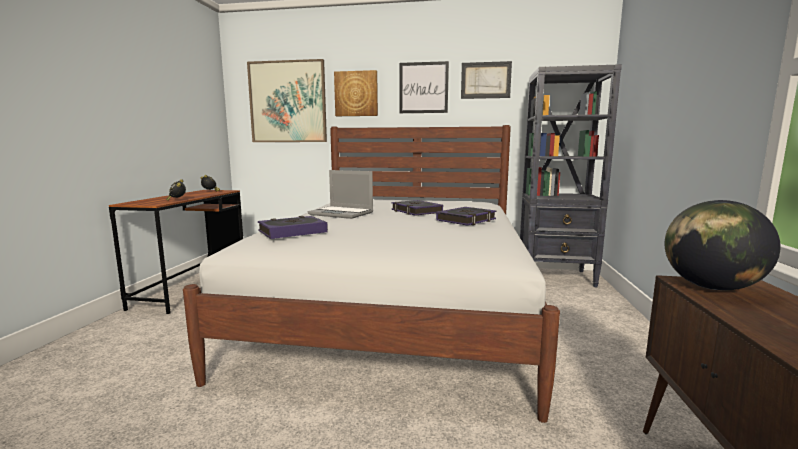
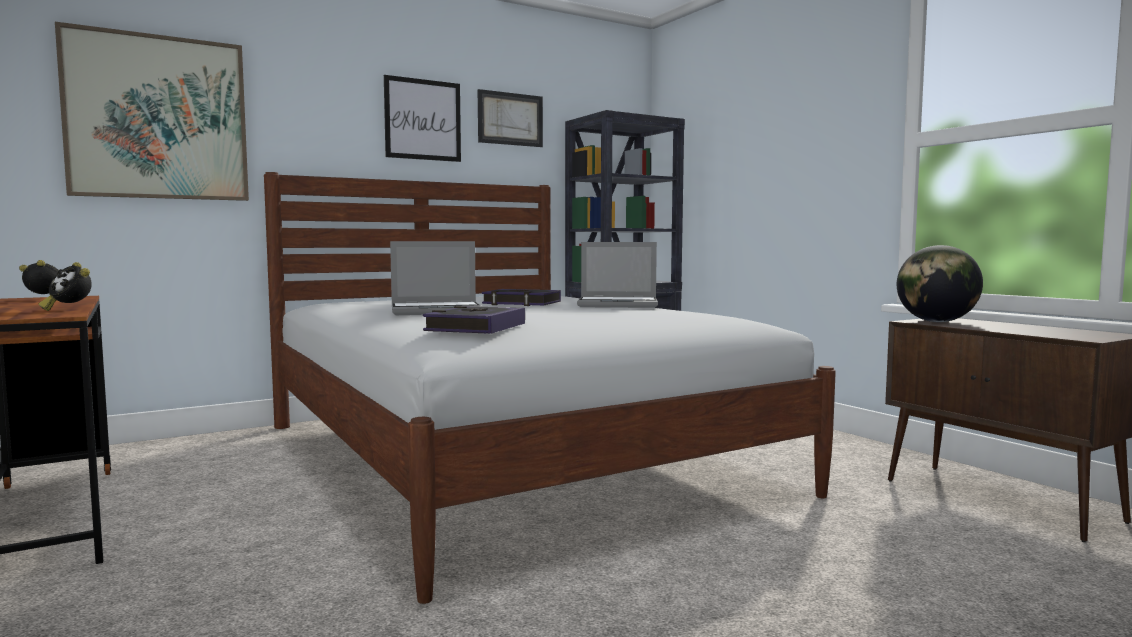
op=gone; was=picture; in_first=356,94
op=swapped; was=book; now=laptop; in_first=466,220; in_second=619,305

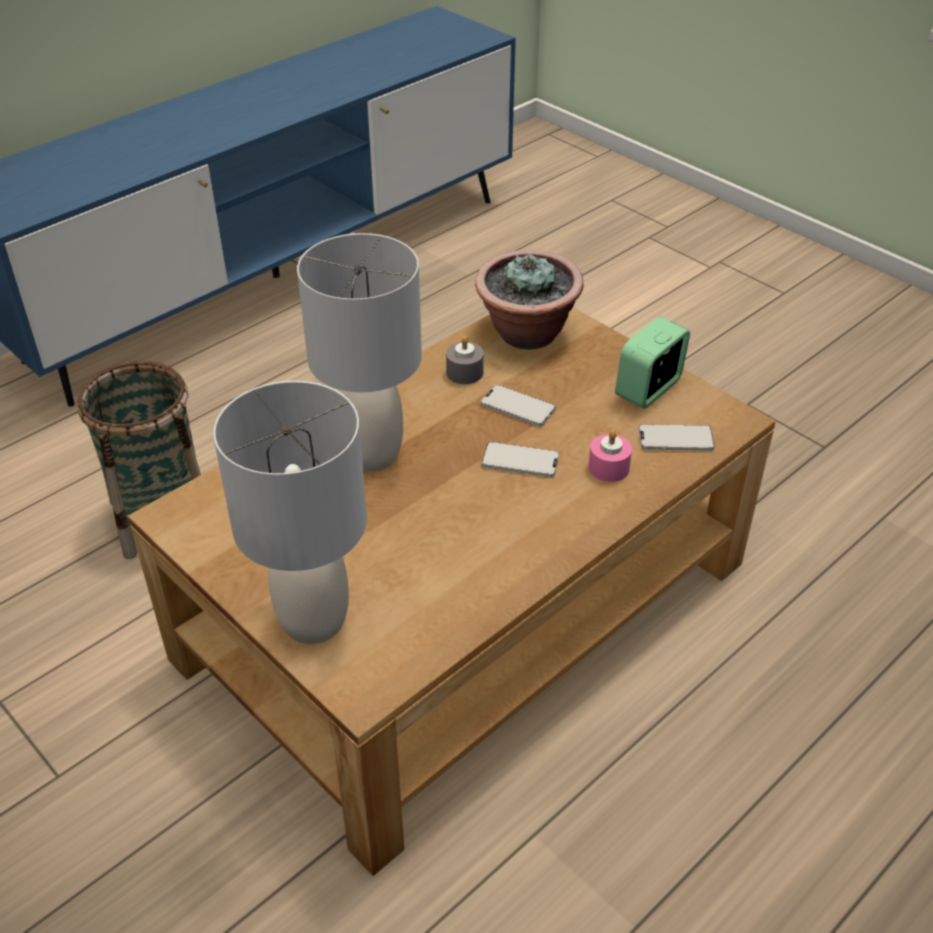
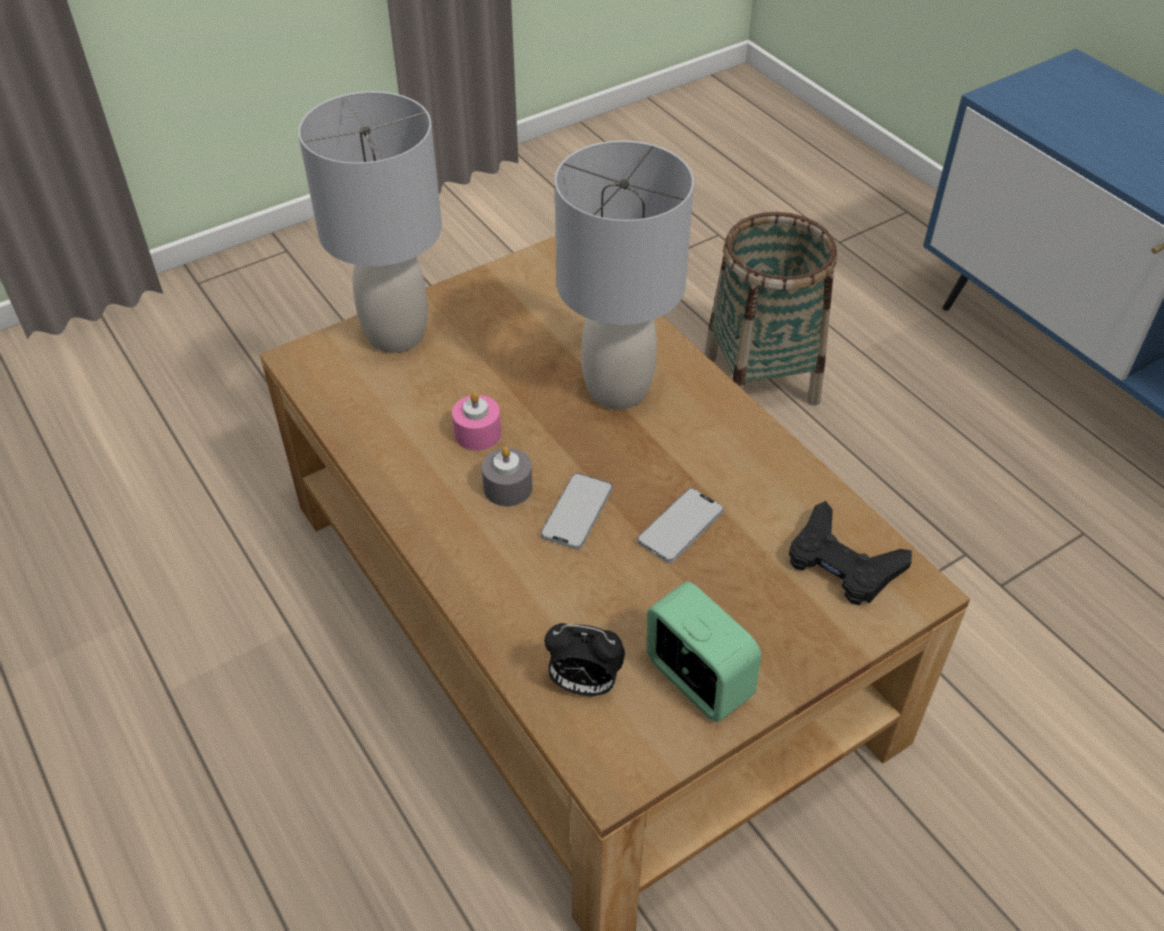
op=swapped; was=potted plant; now=game controller (black); in_first=527,334; in_second=842,563
op=shifted; was=candle (grey); in_first=464,372; in_second=508,487
op=swapped; was=phone; now=alarm clock; in_first=676,439; in_second=583,684
op=shifted; was=candle (pink); in_first=608,467; in_second=477,433

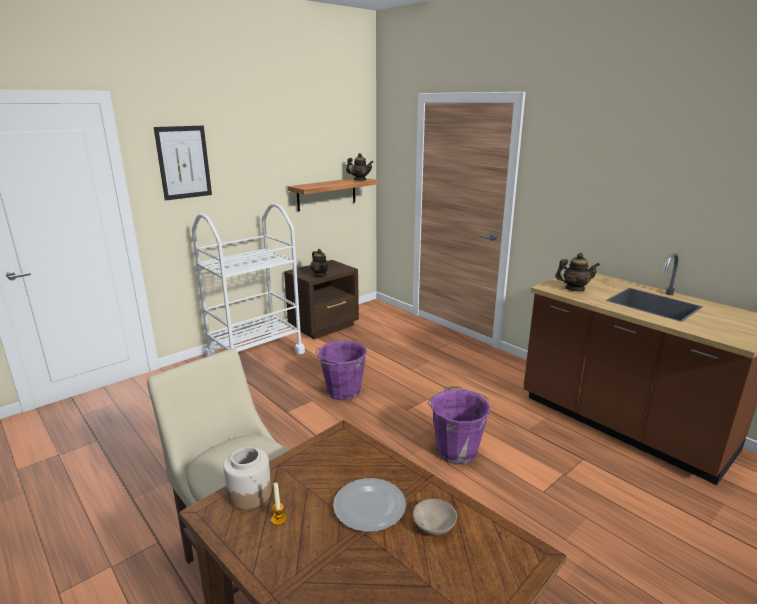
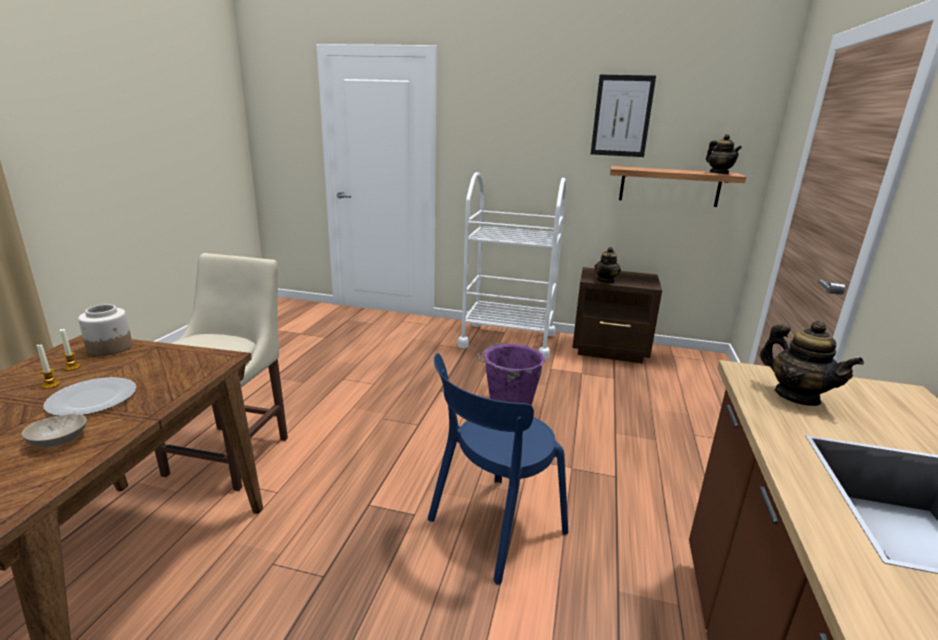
op=shifted; was=picture; in_first=184,162; in_second=622,116
op=swapped; was=bucket (purple); now=chair (blue); in_first=456,450; in_second=492,529
op=new; now=candle; in_second=51,385

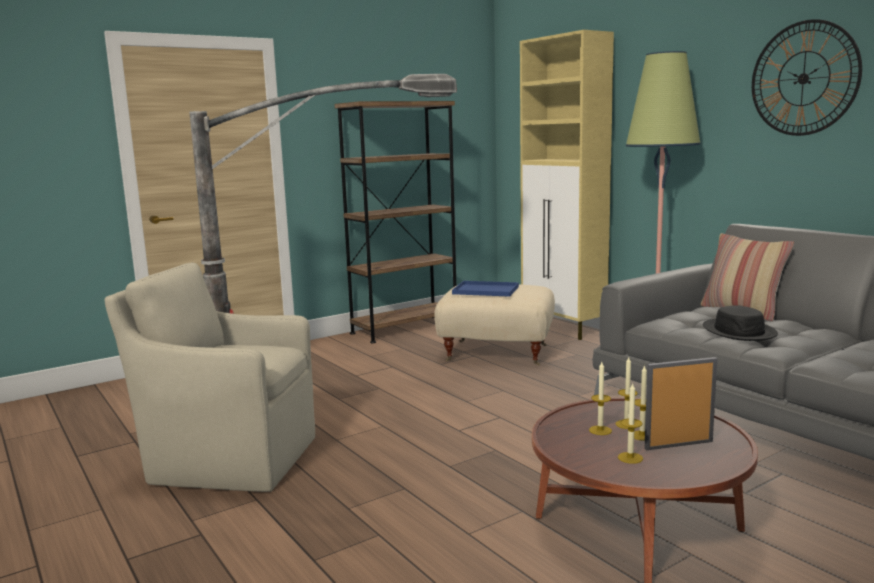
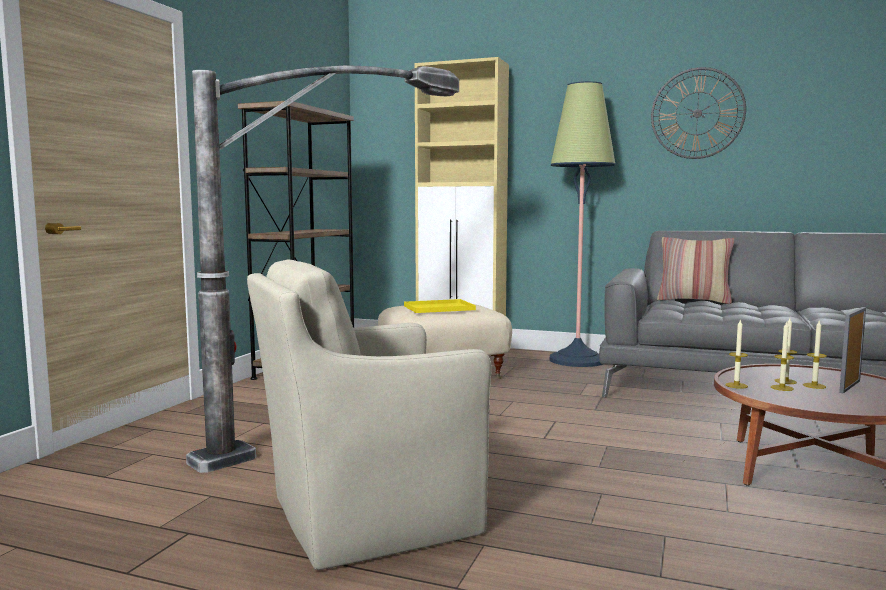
op=repainted; was=tray (blue); now=tray (yellow); in_first=487,290; in_second=440,307
op=gone; was=hat (black); in_first=739,331
op=shifted; was=candle; in_first=630,458; in_second=736,385

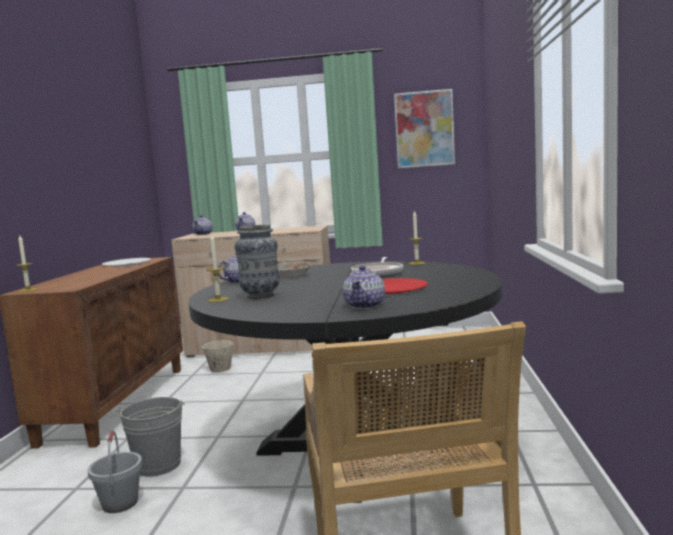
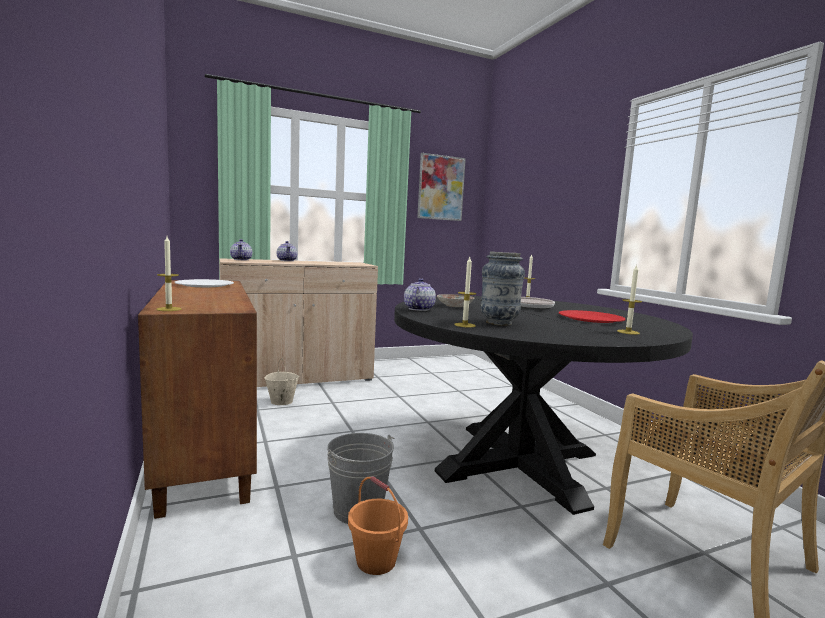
op=swapped; was=teapot; now=candle; in_first=365,305; in_second=628,332
op=repainted; was=bucket (grey); now=bucket (orange); in_first=119,503; in_second=375,561

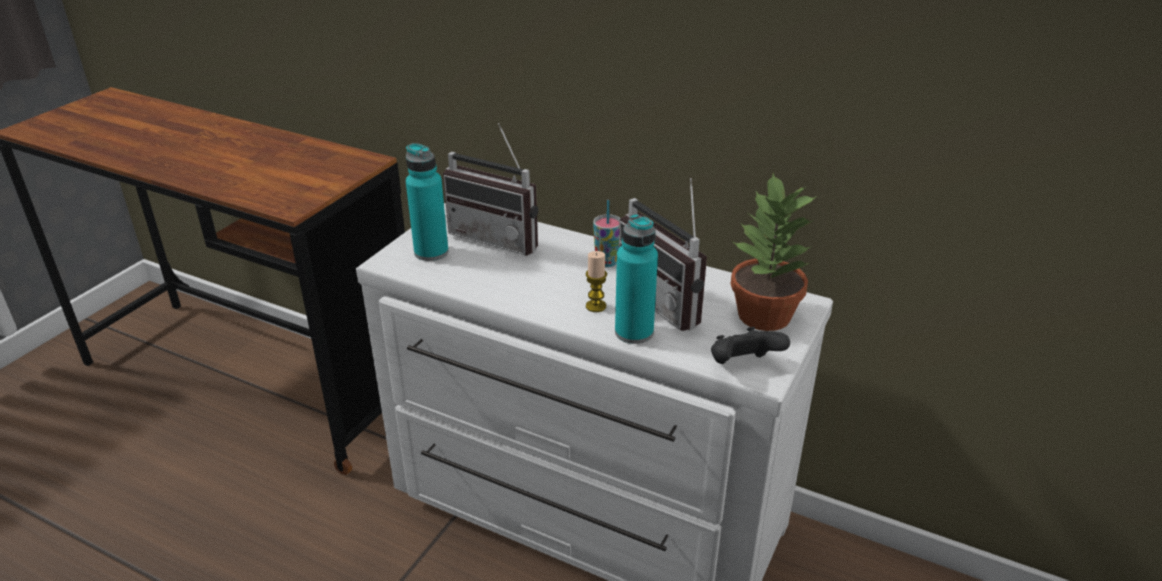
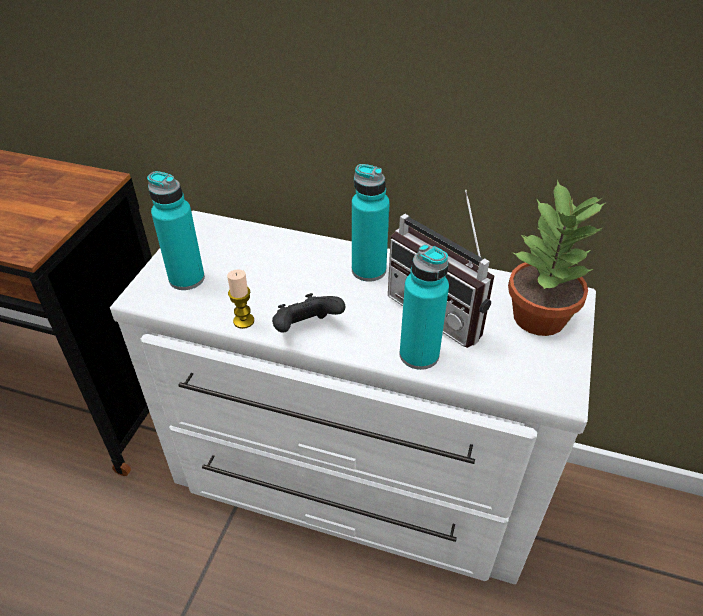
op=gone; was=radio; in_first=500,237
op=swapped; was=cup; now=bottle (turquoise); in_first=607,262; in_second=368,270
op=shifted; was=candle; in_first=596,306; in_second=243,321
op=shifted; was=game controller (black); in_first=743,366; in_second=306,329

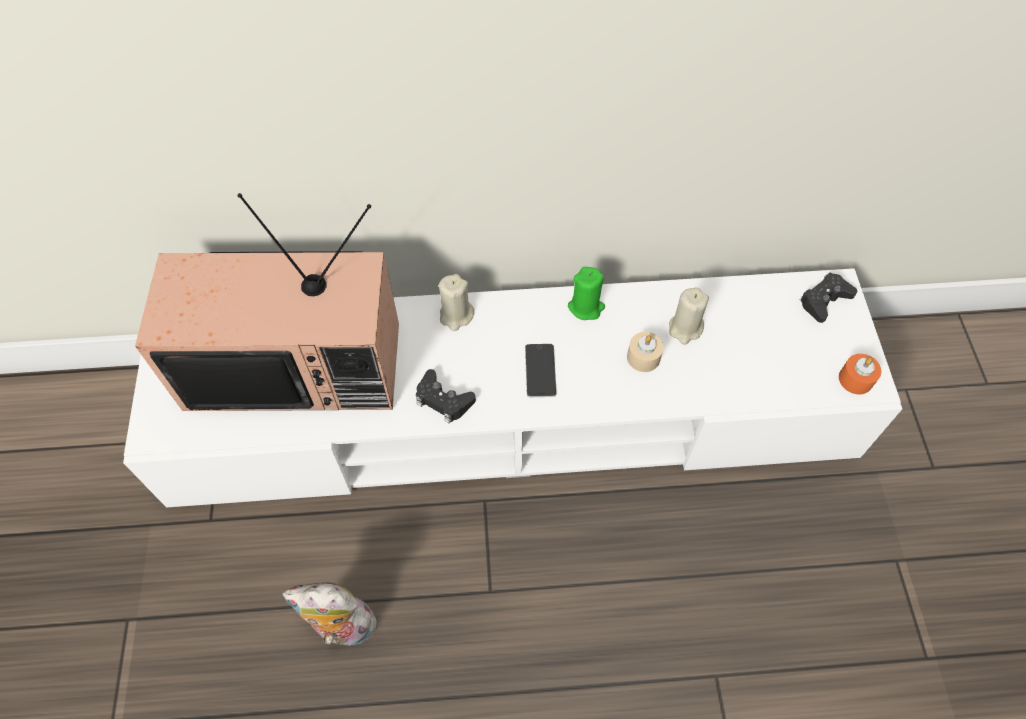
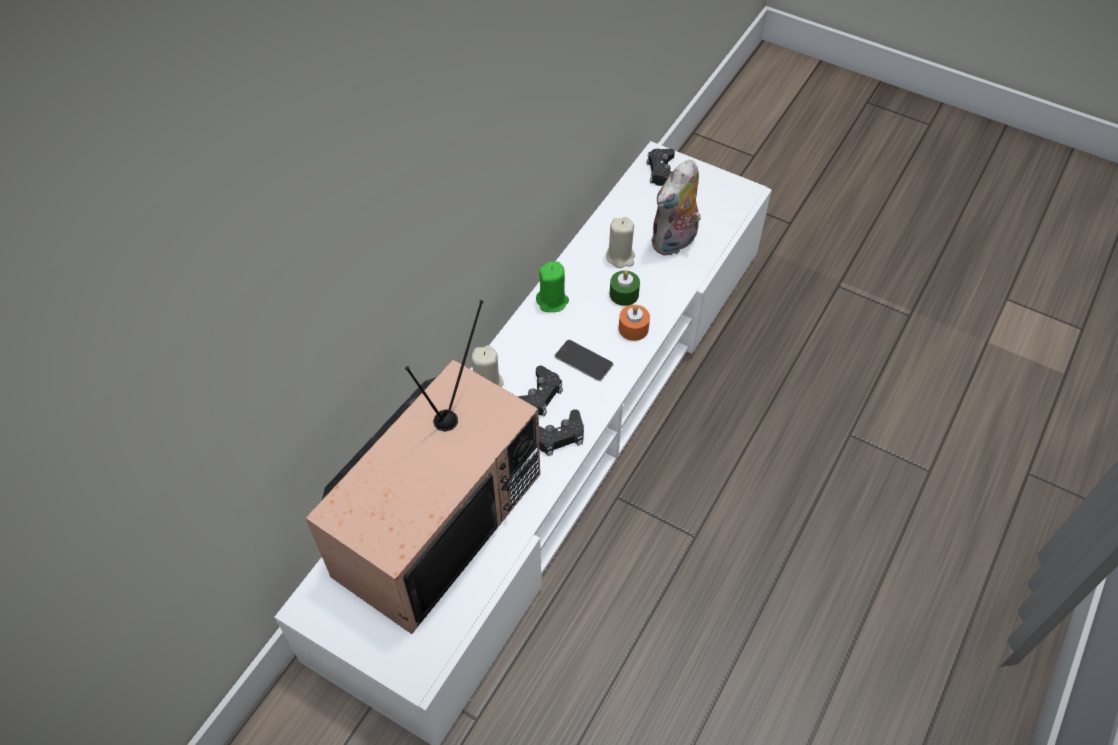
op=repainted; was=candle (beige); now=candle (green); in_first=643,357; in_second=624,294
op=shifted; was=candle (orange); in_first=855,379; in_second=633,328
op=shifted; was=plush toy; in_first=342,628; in_second=674,243
op=new; now=game controller (black); in_second=539,396

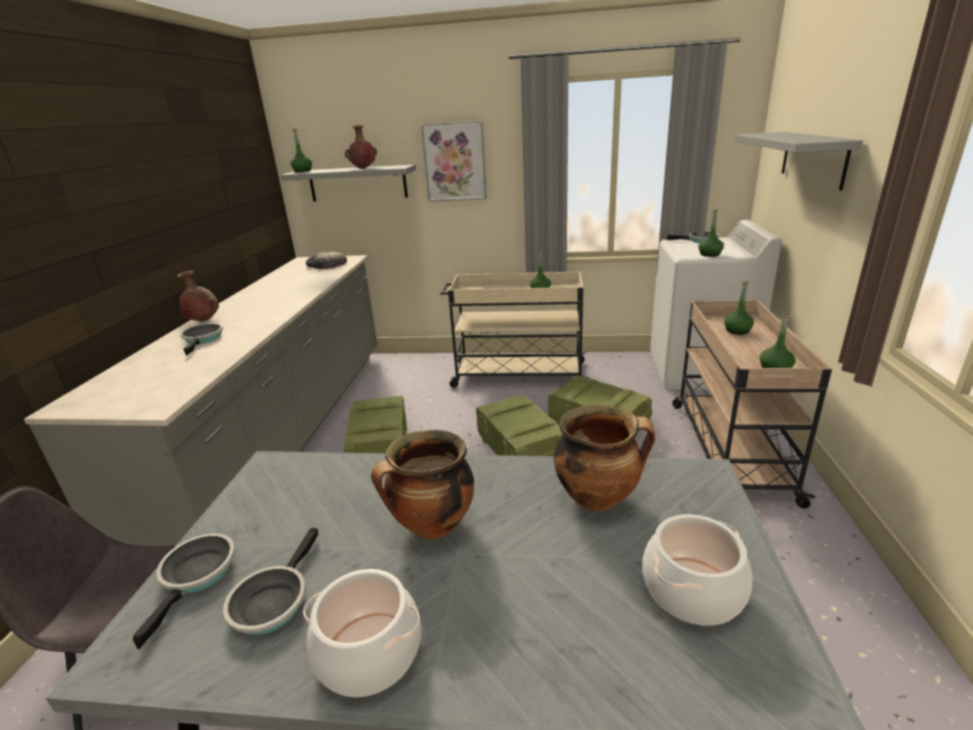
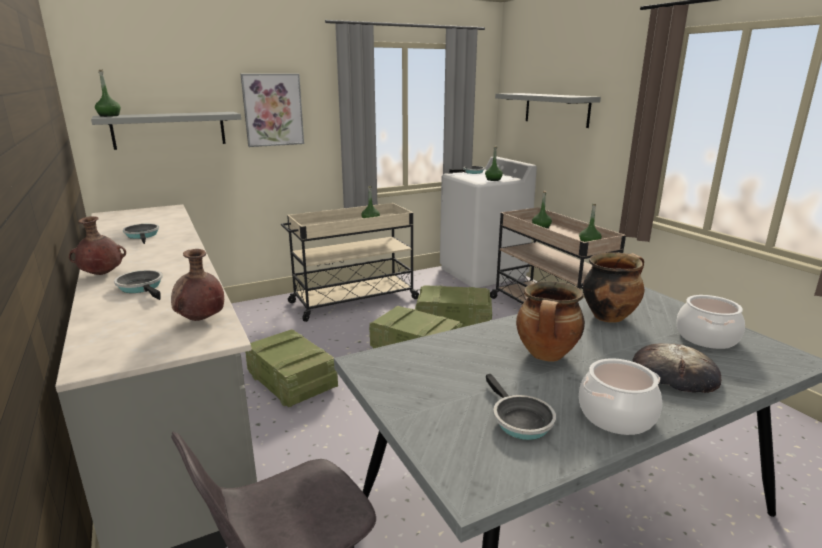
op=shifted; was=vase (brown); in_first=363,169; in_second=200,320
op=shifted; was=bread; in_first=327,264; in_second=674,374
op=shifted; was=frying pan; in_first=197,576; in_second=143,235

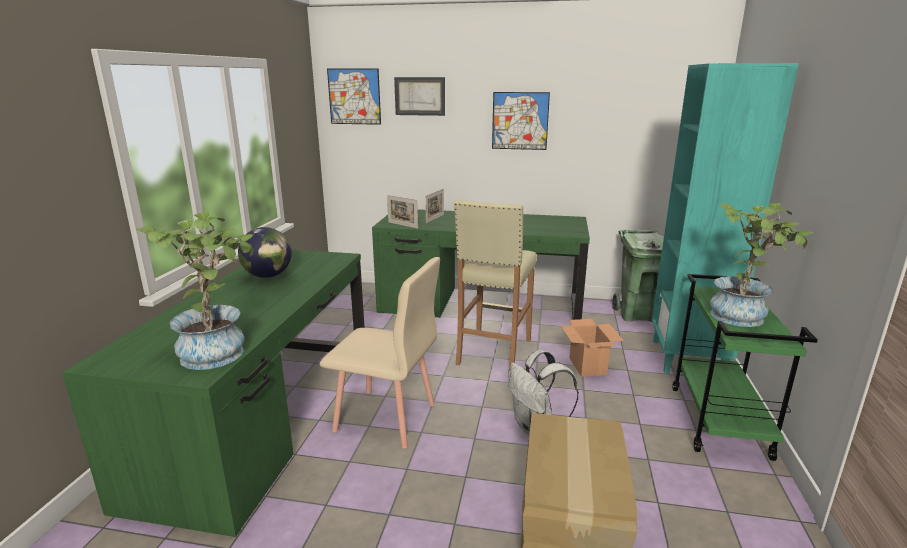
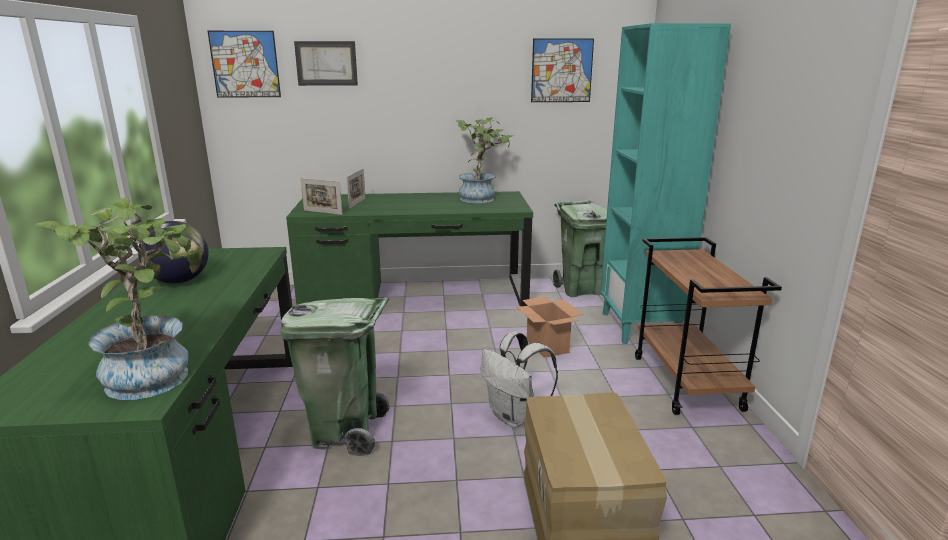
op=shifted; was=picture; in_first=520,121; in_second=561,70
op=gone; was=stool (beige); in_first=493,352
op=shifted; was=potted plant; in_first=743,315; in_second=482,198
op=swapped; was=chair (beige); now=trash can (green); in_first=386,418; in_second=346,432
op=repainted; was=cart (green); now=cart (brown); in_first=719,422; in_second=687,383

